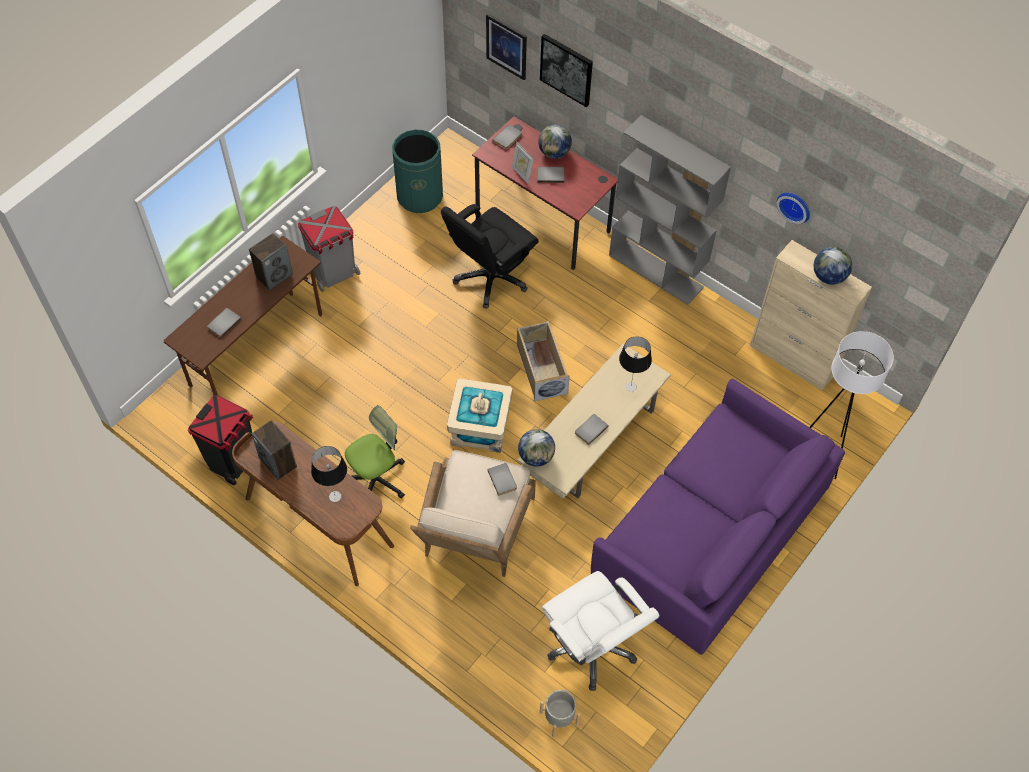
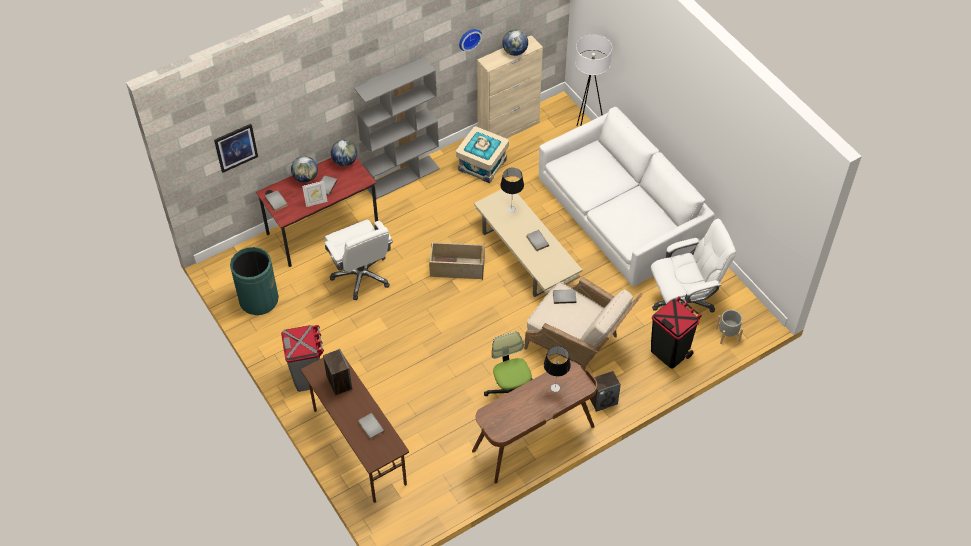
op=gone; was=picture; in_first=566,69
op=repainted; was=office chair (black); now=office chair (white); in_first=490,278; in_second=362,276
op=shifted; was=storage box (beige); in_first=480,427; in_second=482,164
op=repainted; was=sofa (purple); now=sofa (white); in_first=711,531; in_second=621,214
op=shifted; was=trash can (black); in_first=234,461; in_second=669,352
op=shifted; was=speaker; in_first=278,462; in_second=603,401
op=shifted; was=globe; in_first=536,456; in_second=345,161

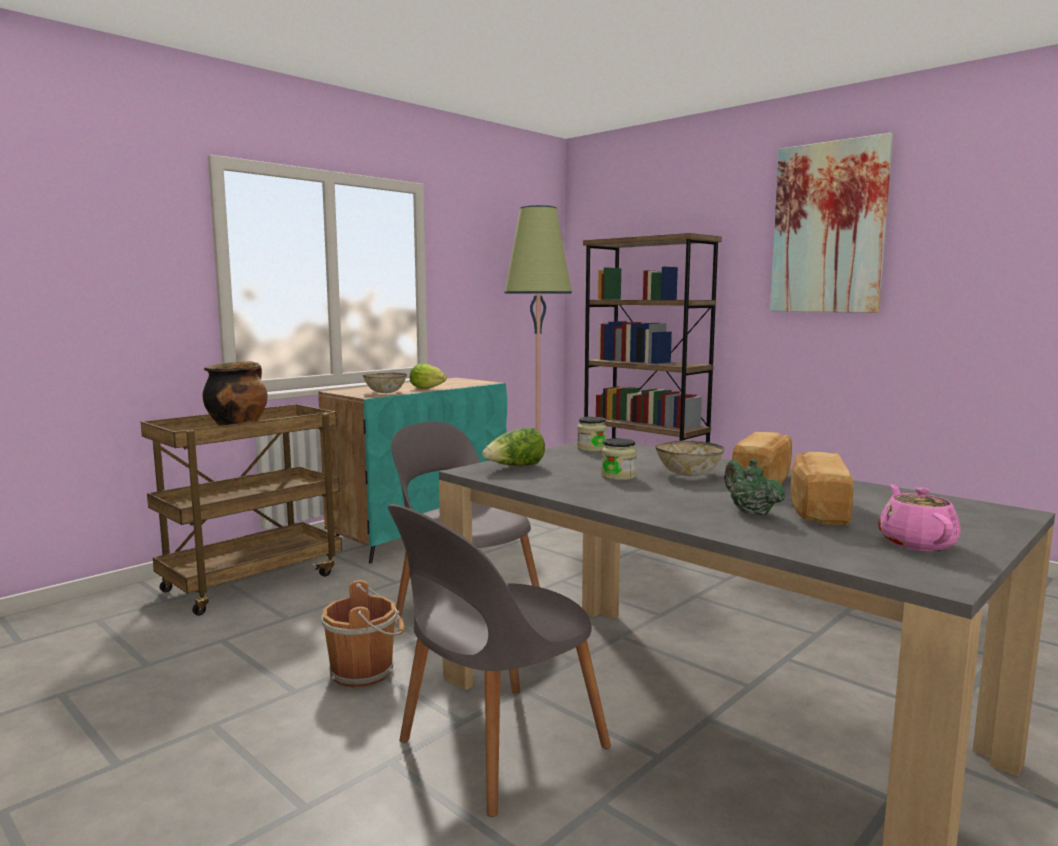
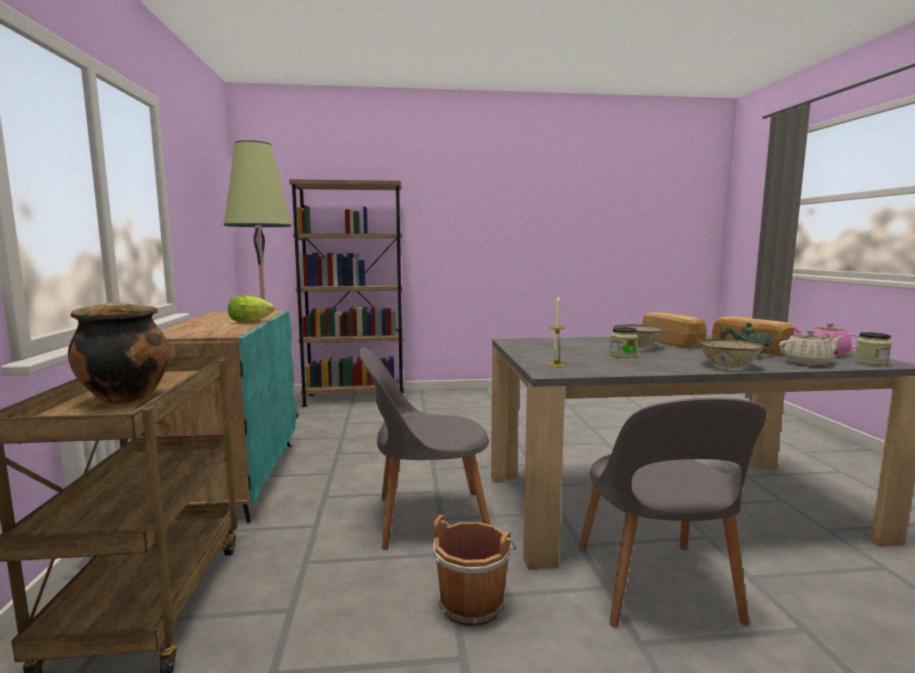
op=gone; was=picture; in_first=828,228
op=shifted; was=bowl; in_first=386,392; in_second=728,366
op=shifted; was=jar; in_first=591,449; in_second=871,362
op=swapped; was=lettuce; now=candle; in_first=515,467; in_second=556,364
op=new; now=teapot (beige); in_second=808,363

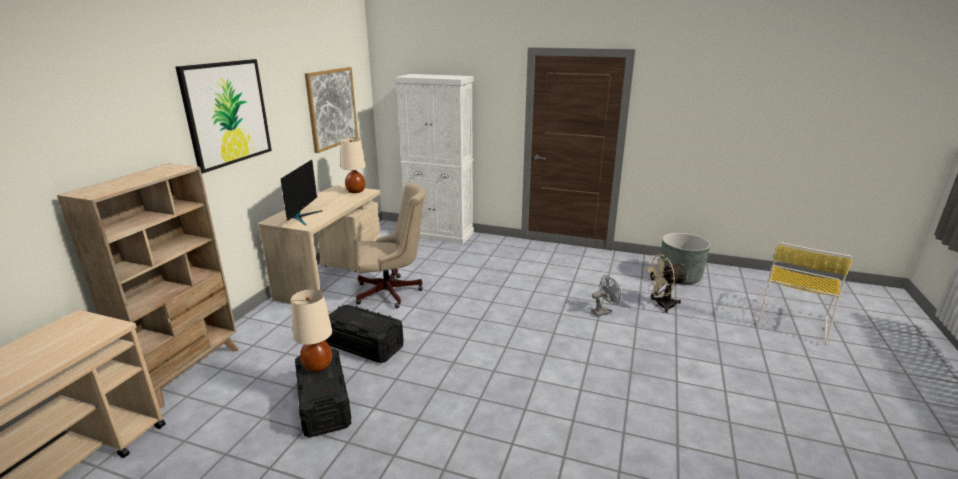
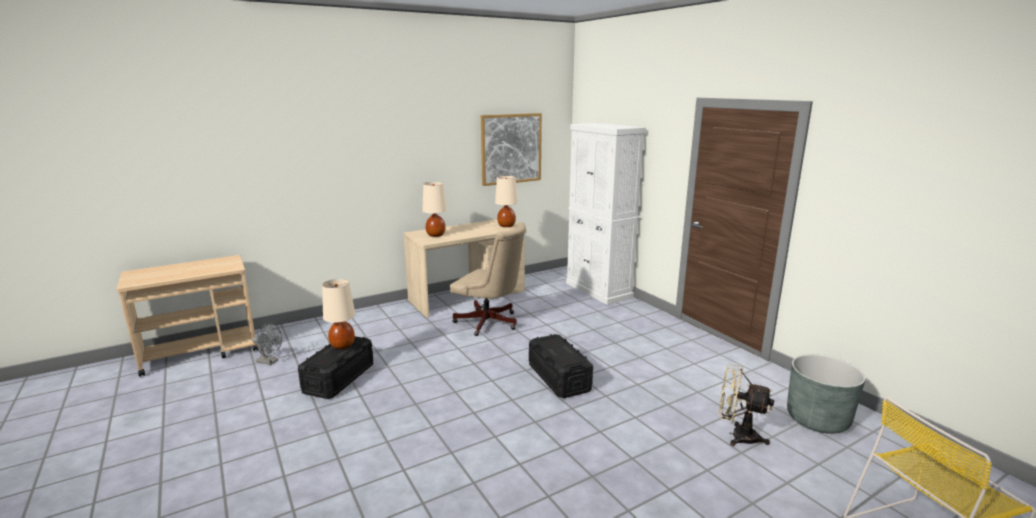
op=gone; was=picture; in_first=227,113
op=swapped; was=monitor; now=table lamp (beige); in_first=302,217; in_second=435,235
op=gone; was=bookcase (beige); in_first=188,372
op=shifted; was=fan (grey); in_first=604,311; in_second=270,361
op=shifted; was=storage box (black); in_first=364,345; in_second=559,377

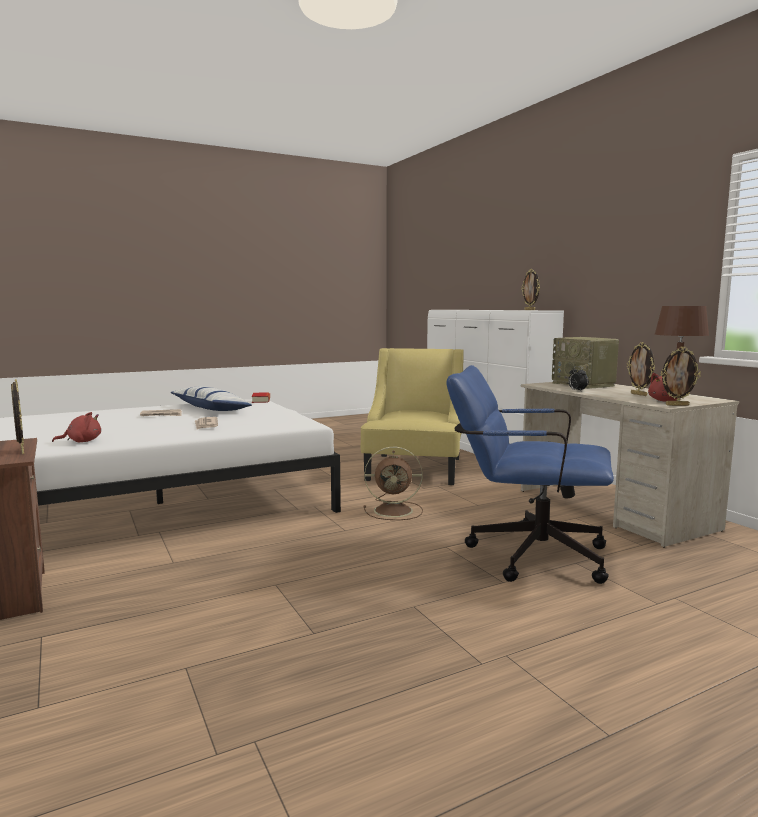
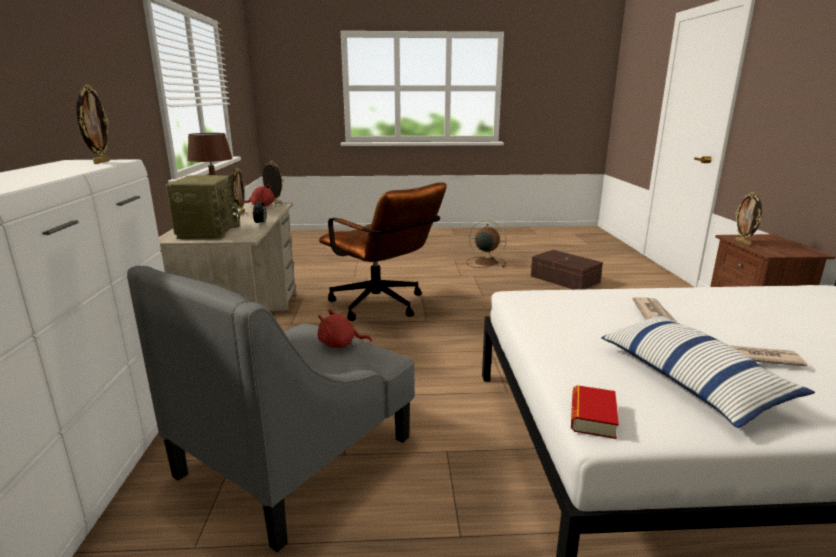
op=repainted; was=armchair (yellow); now=armchair (grey); in_first=415,469; in_second=297,455
op=repainted; was=office chair (blue); now=office chair (brown); in_first=525,554; in_second=383,306
op=shifted; was=plush toy (red); in_first=81,441; in_second=340,344
op=shifted; was=fan (brown); in_first=395,510; in_second=485,262
op=new; now=storage box (brown); in_second=564,280

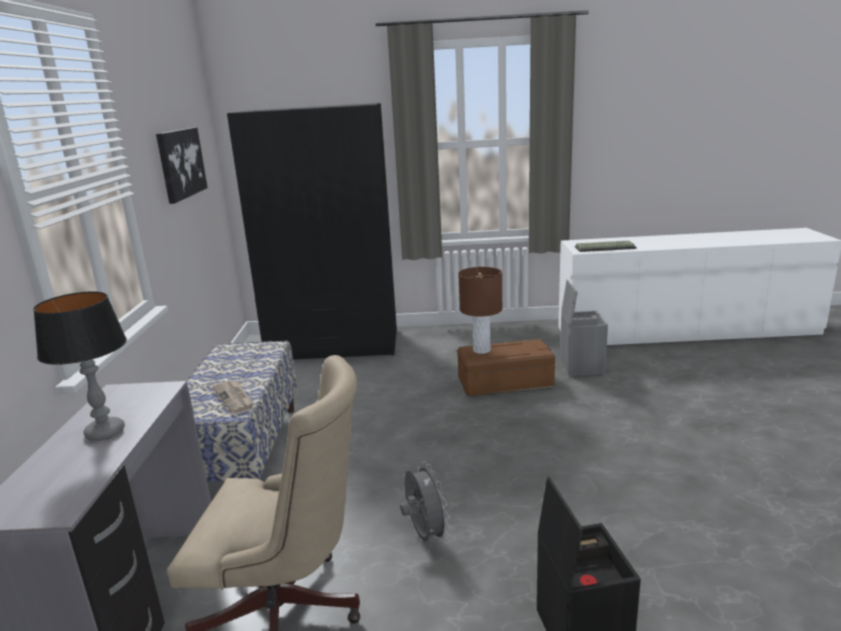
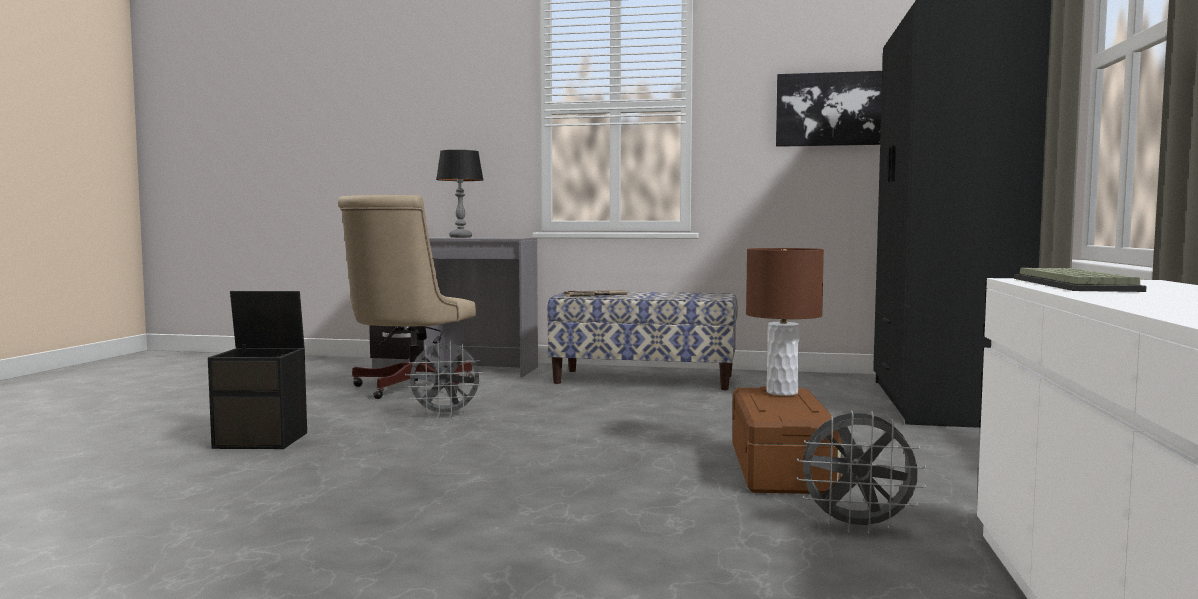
op=swapped; was=storage box (grey); now=fan (grey); in_first=580,365; in_second=857,527

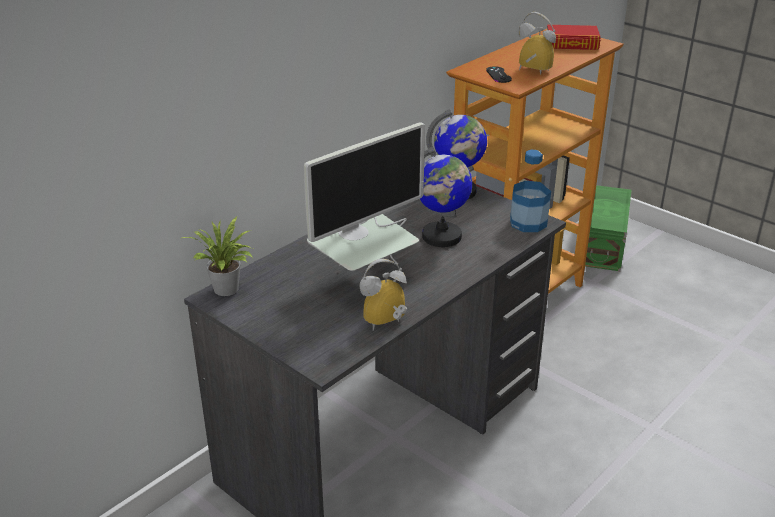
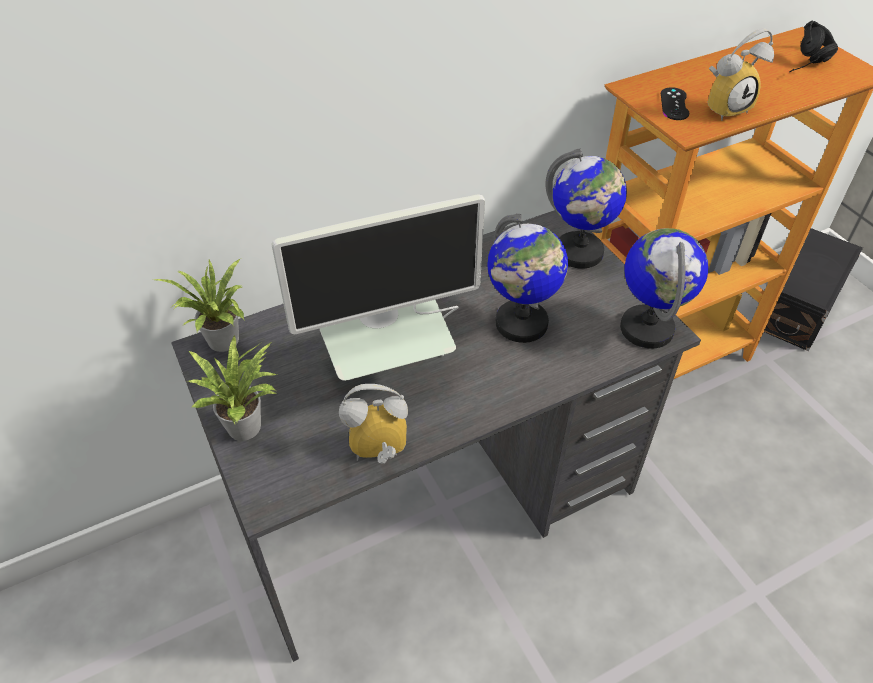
op=rotated; was=alarm clock; in_first=531,72; in_second=725,107; clockwise=105
op=swapped; was=book; now=headphones (black); in_first=572,44; in_second=811,65
op=swapped; was=bottle; now=globe; in_first=528,223; in_second=647,328
op=repainted; was=storage box (green); now=storage box (black); in_first=602,244; in_second=801,306
op=new; now=potted plant; in_second=249,425

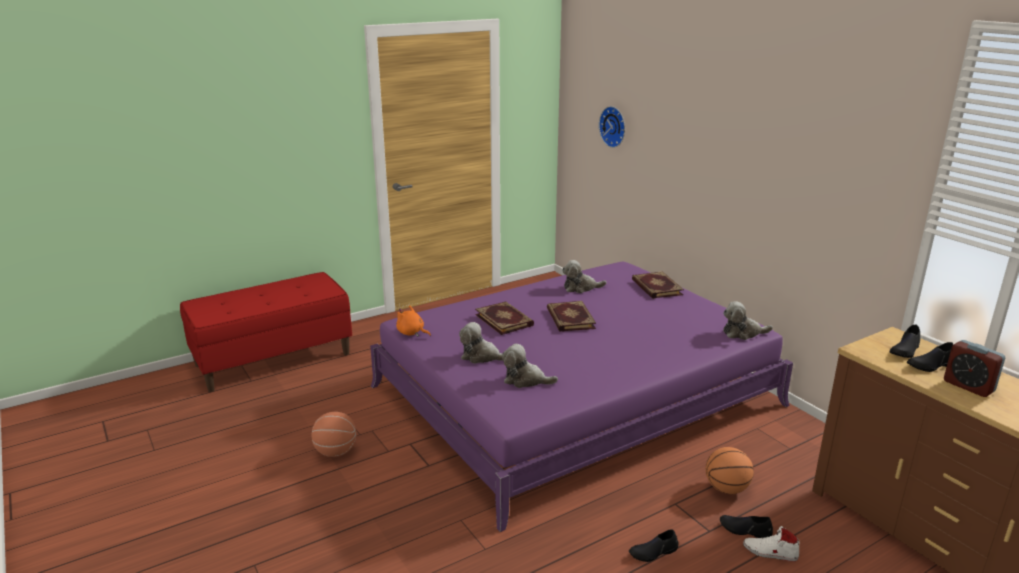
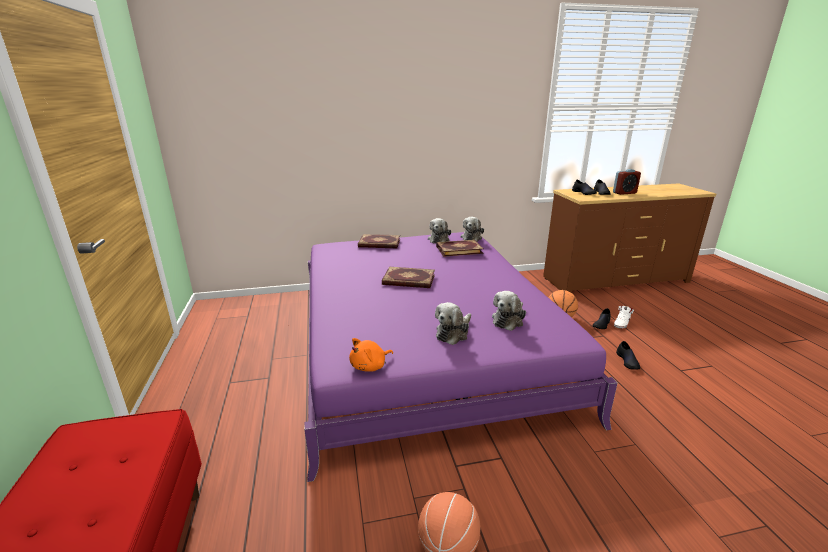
op=gone; was=wall clock; in_first=614,126
op=shifted; was=plush toy; in_first=580,288; in_second=439,239
op=shifted; was=book; in_first=505,320; in_second=459,249

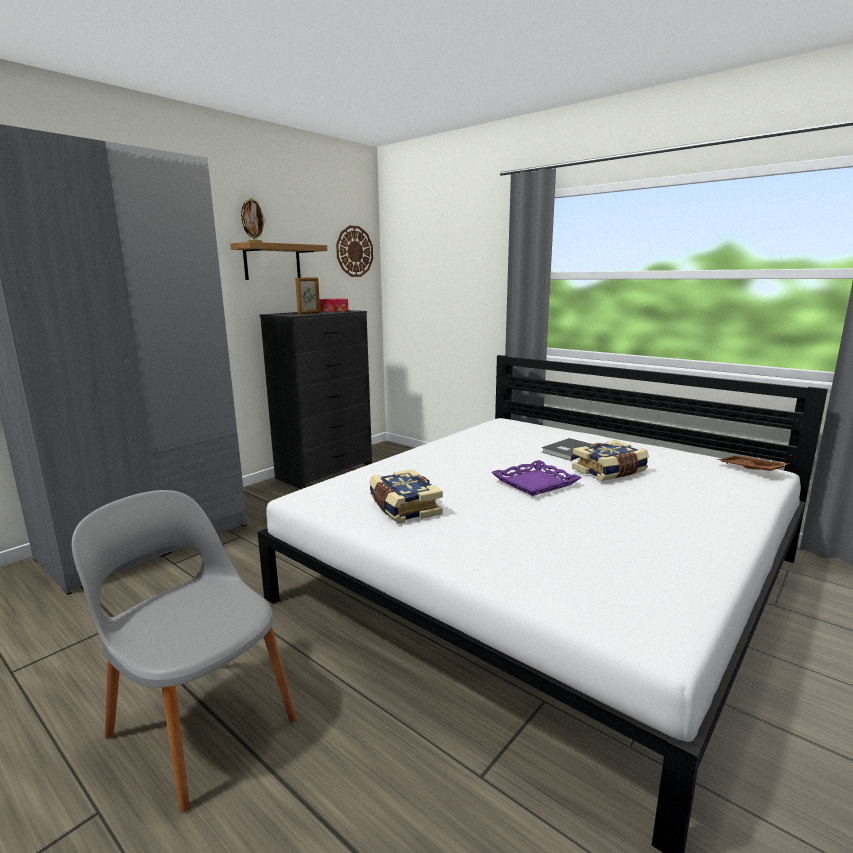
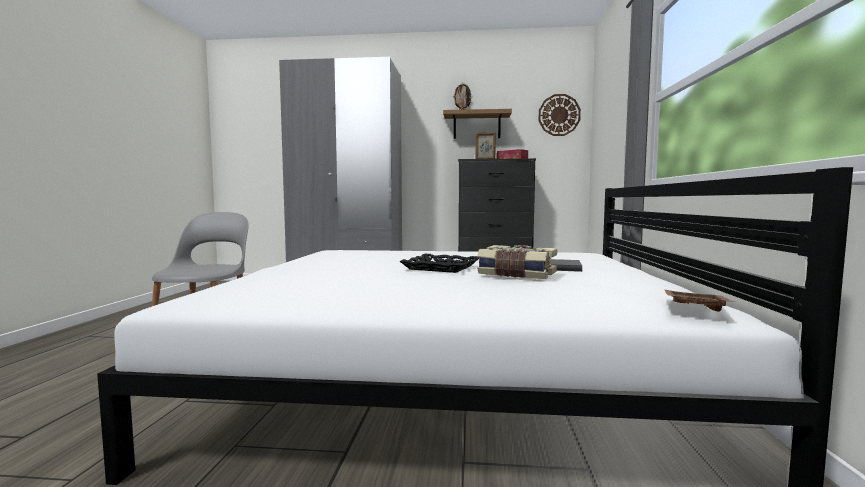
op=repainted; was=tray (purple); now=tray (black); in_first=535,482; in_second=441,267
op=gone; was=book; in_first=403,508

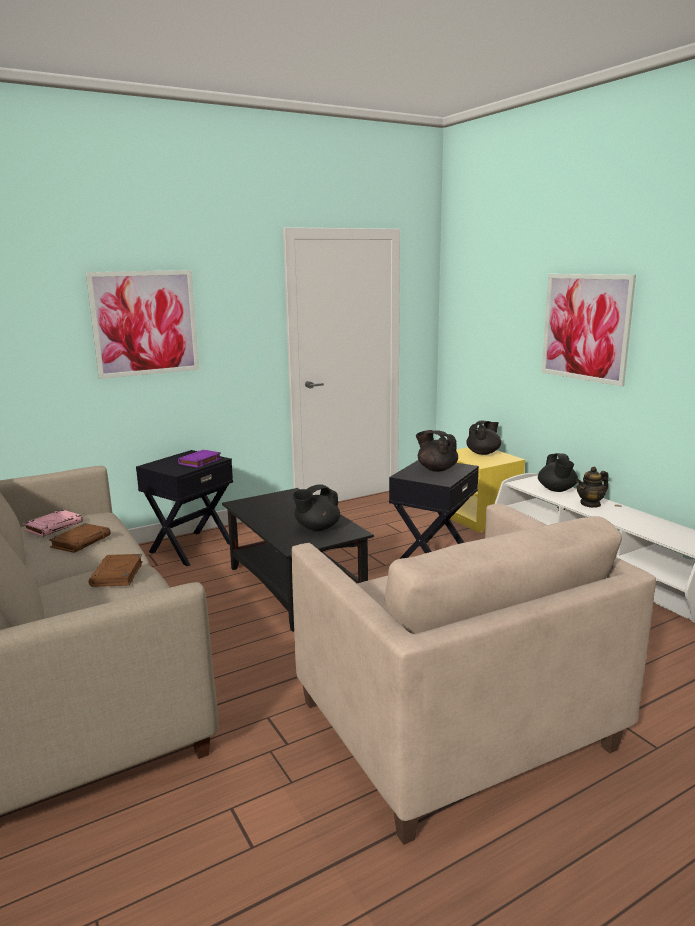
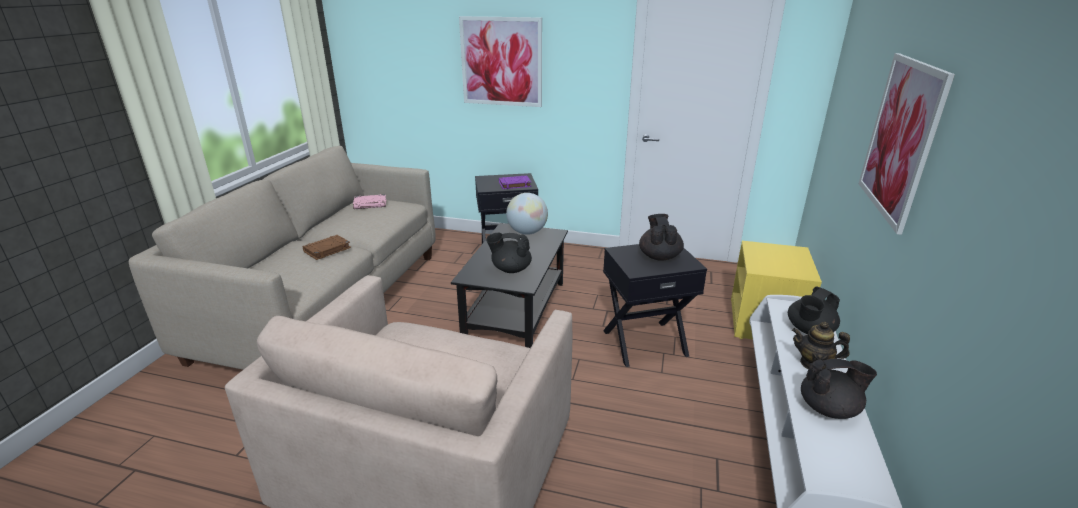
op=shifted; was=teapot (black); in_first=483,453; in_second=829,409
op=gone; was=book (brown); in_first=81,541
op=new; now=globe; in_second=527,232

